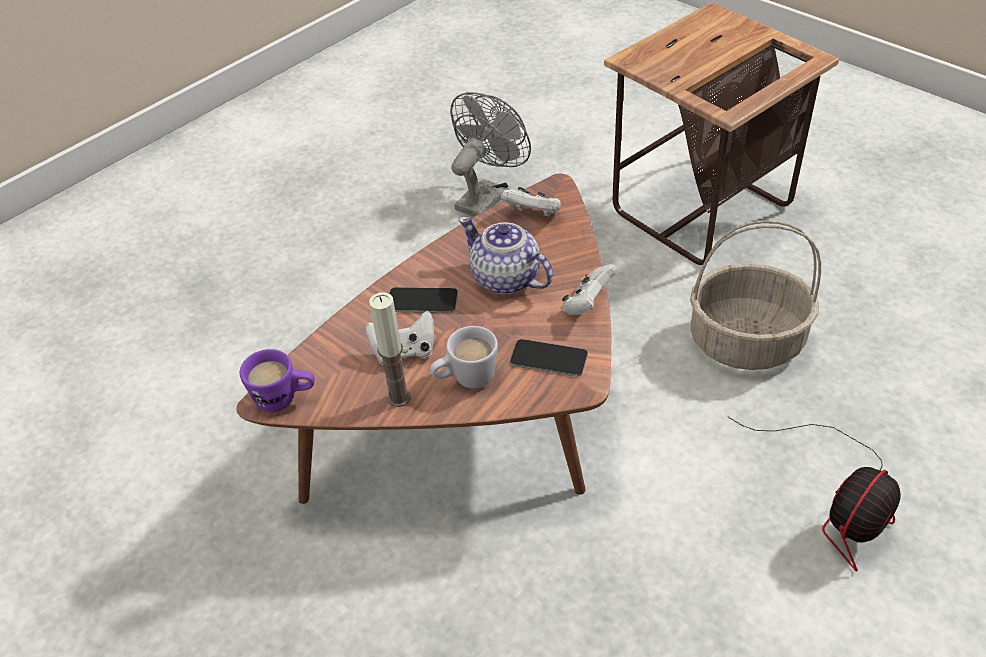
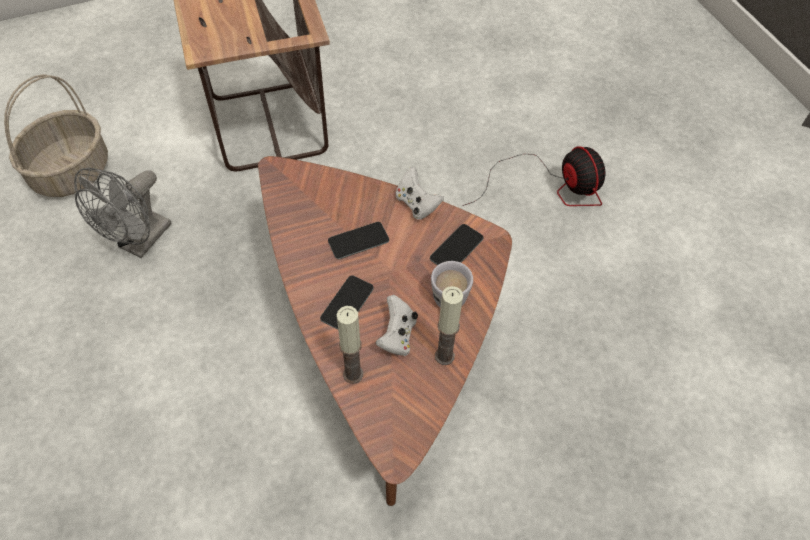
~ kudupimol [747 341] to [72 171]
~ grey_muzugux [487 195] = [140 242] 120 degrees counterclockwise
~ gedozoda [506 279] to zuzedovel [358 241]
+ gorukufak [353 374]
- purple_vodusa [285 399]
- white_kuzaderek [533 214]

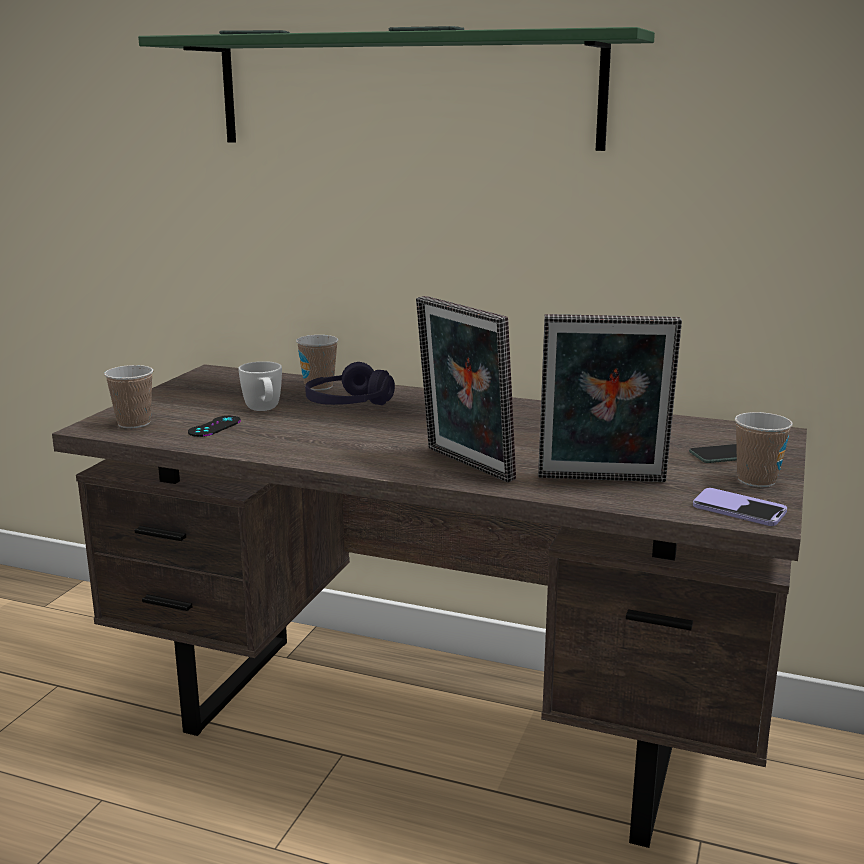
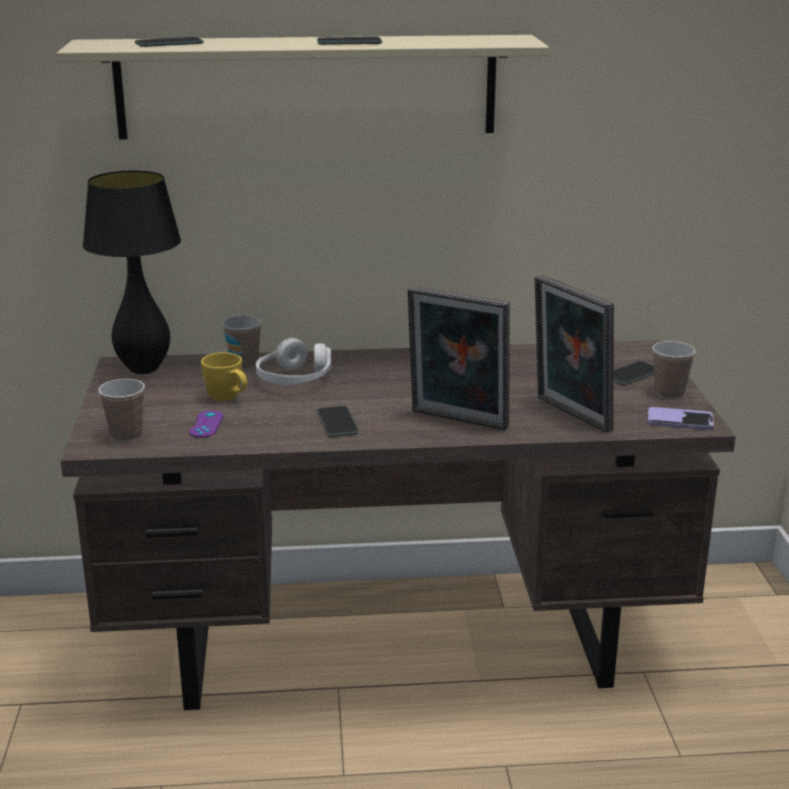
~ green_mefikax [404 91] to beige_mefikax [307 87]
+ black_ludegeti [143 369]
~ black_kuzaderek [214 427] to purple_kuzaderek [206 424]
~ white_vodusa [264 411] to yellow_vodusa [228 399]
~ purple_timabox [348 404] to white_timabox [294 379]
+ zuzedovel [337 422]
~ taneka [601 481] = [569 415] 75 degrees clockwise

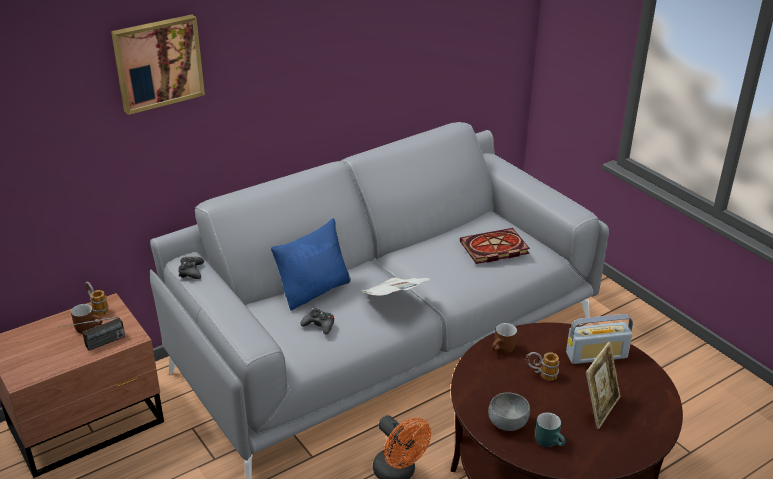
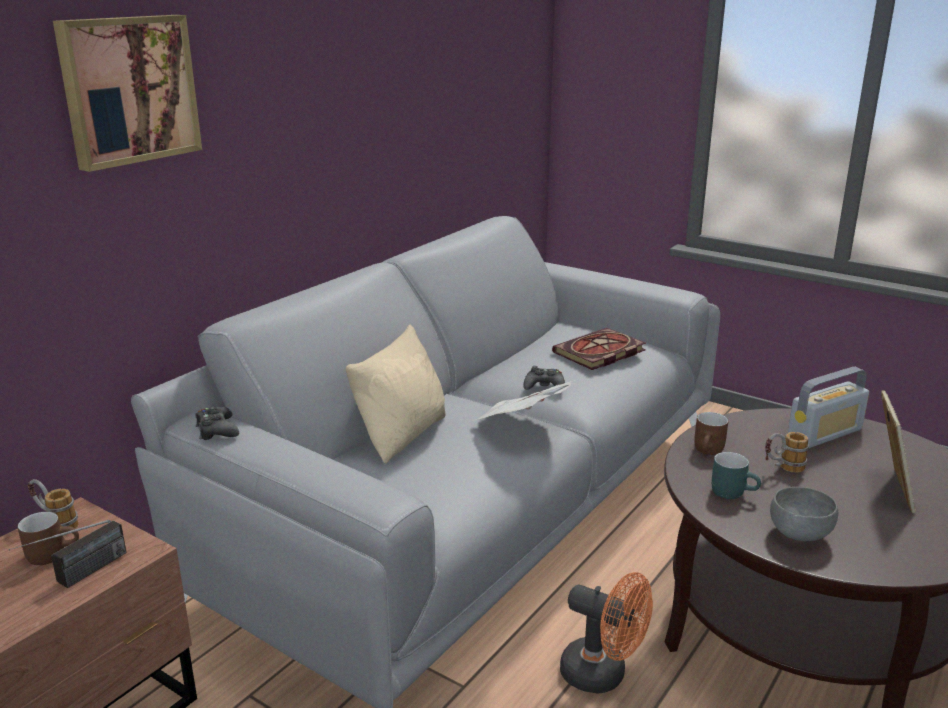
~ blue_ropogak [314 291] to beige_ropogak [402 435]
~ black_kuzaderek [319 325] to [544 386]
~ turquoise_vodusa [550 441] to [733 492]

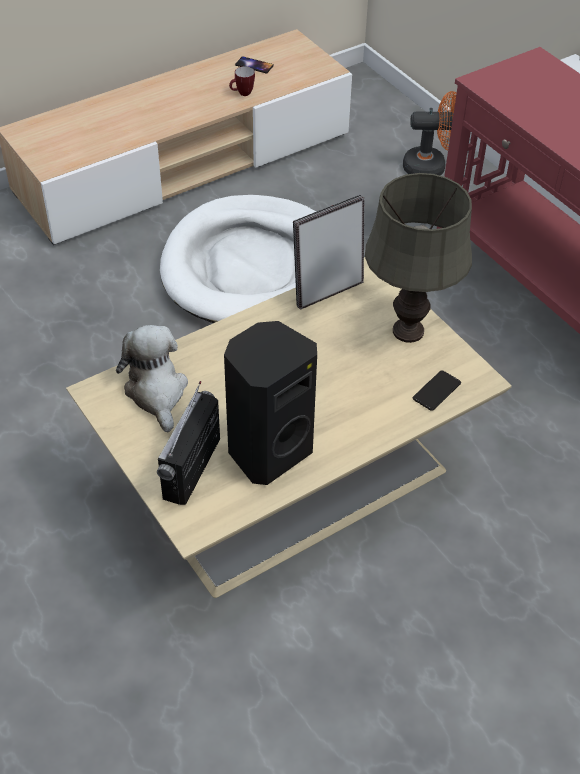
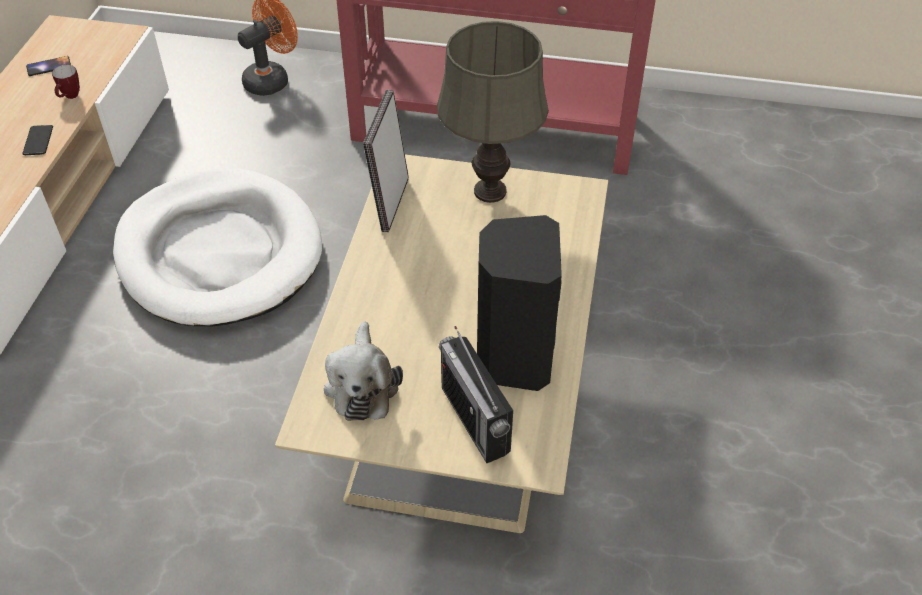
~ zuzedovel [436 391] to [38 141]
~ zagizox [156 392] = [362 384] 120 degrees counterclockwise

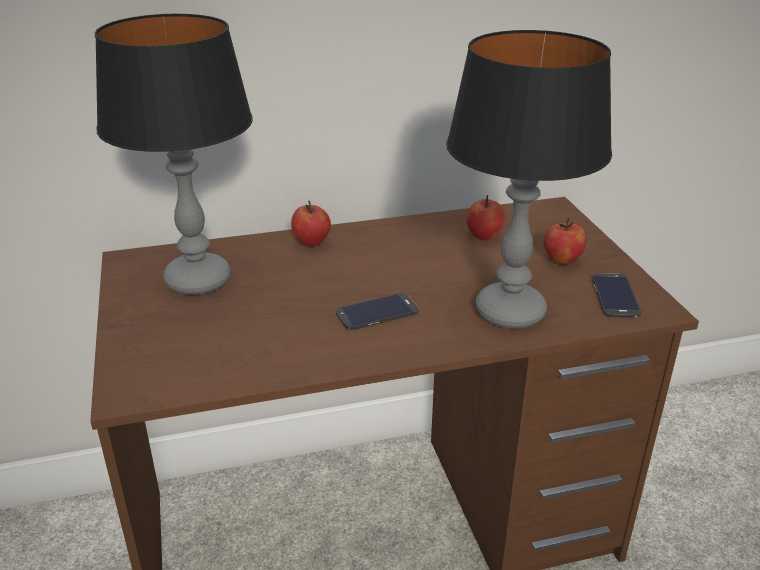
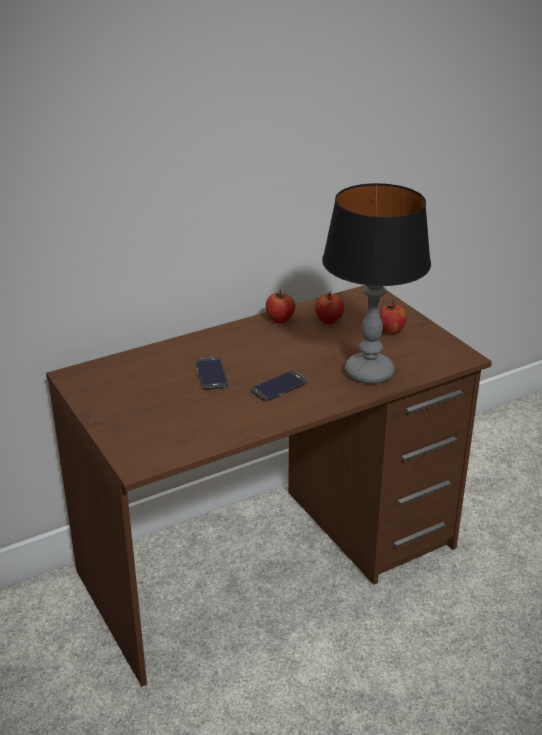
~ zuzedovel [615 296] to [211 374]
~ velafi [311 242] to [280 320]
- ludegeti [198 280]

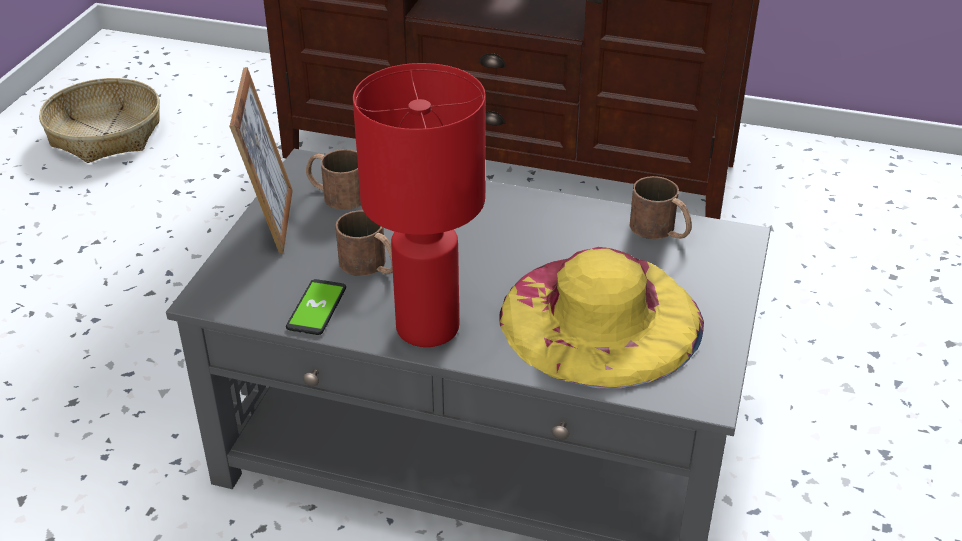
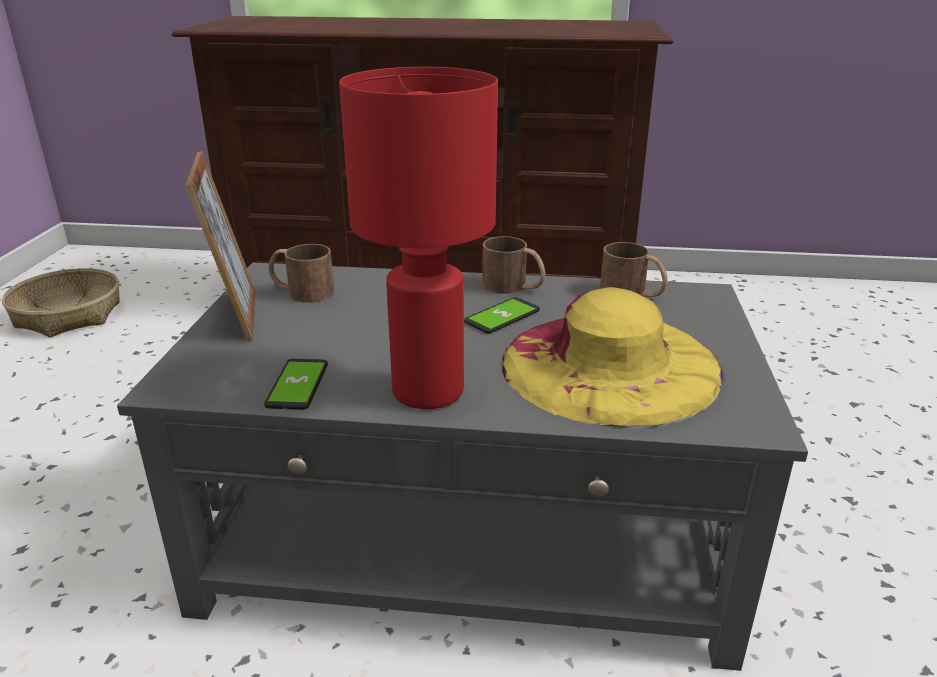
+ zuzedovel [502 316]
~ brown_vodusa [371 266] to [514 286]

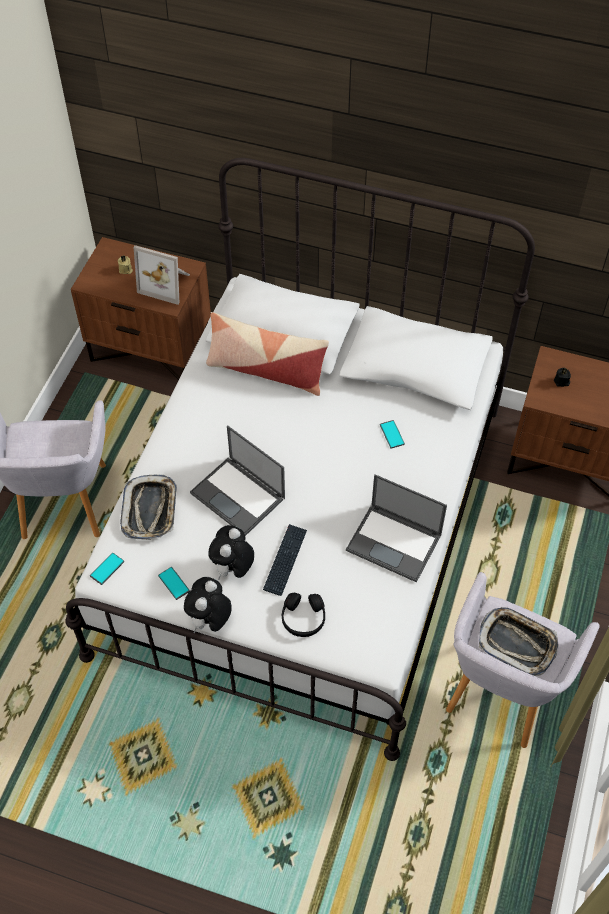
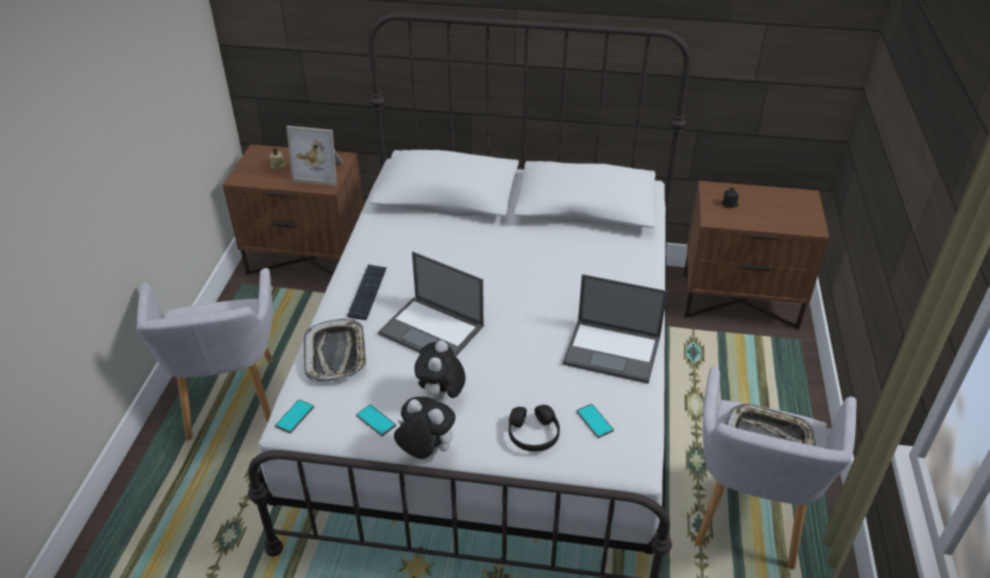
~ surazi [285 560] to [367 292]
~ zagizox [209 620] = [425 452] 105 degrees clockwise
~ zuzedovel [392 434] to [594 421]
- ropogak [266 370]

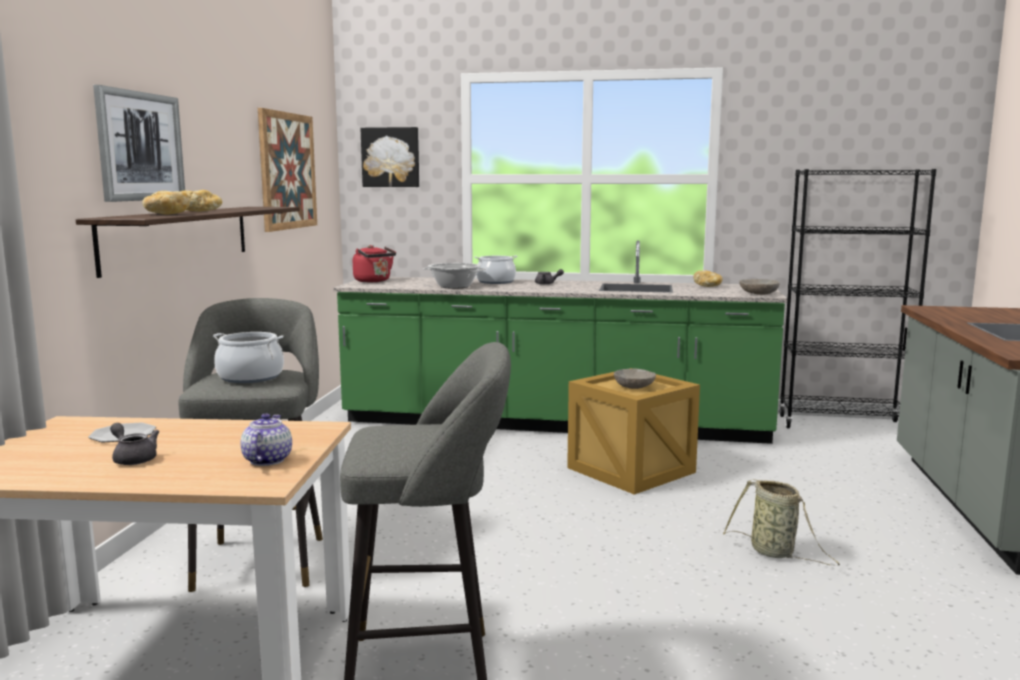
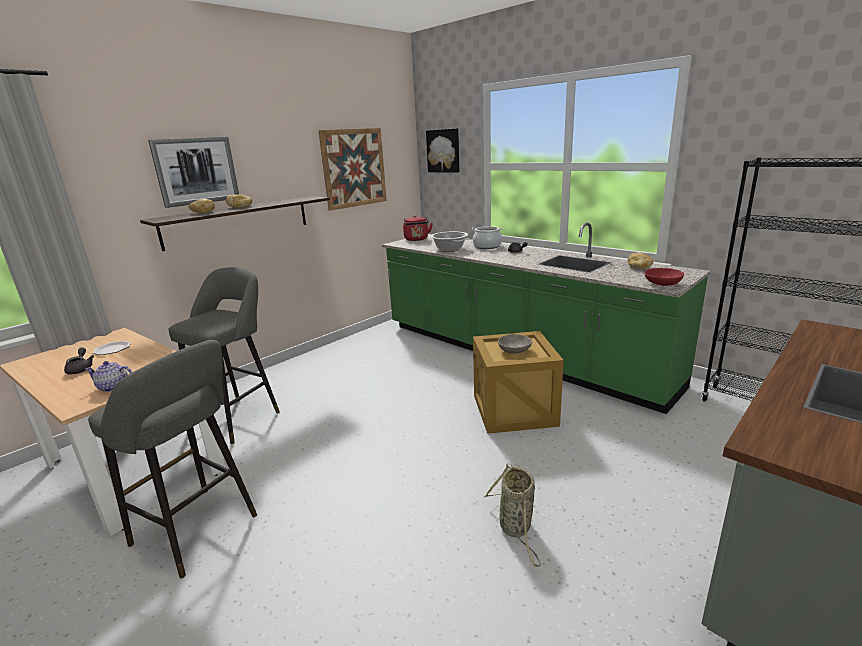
~ gedozoda [267 460] = [113 387] 120 degrees counterclockwise
~ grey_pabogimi [758 294] to red_pabogimi [662 284]
- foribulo [250 377]

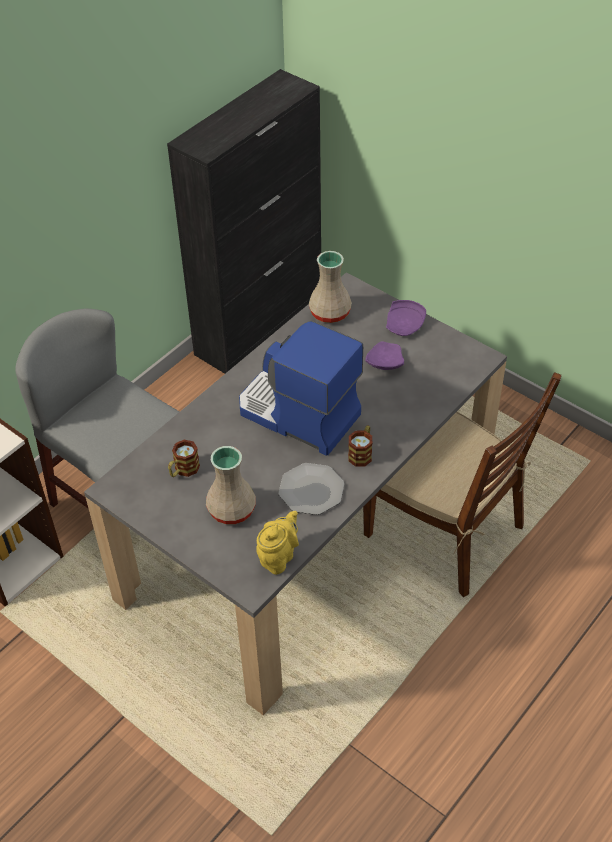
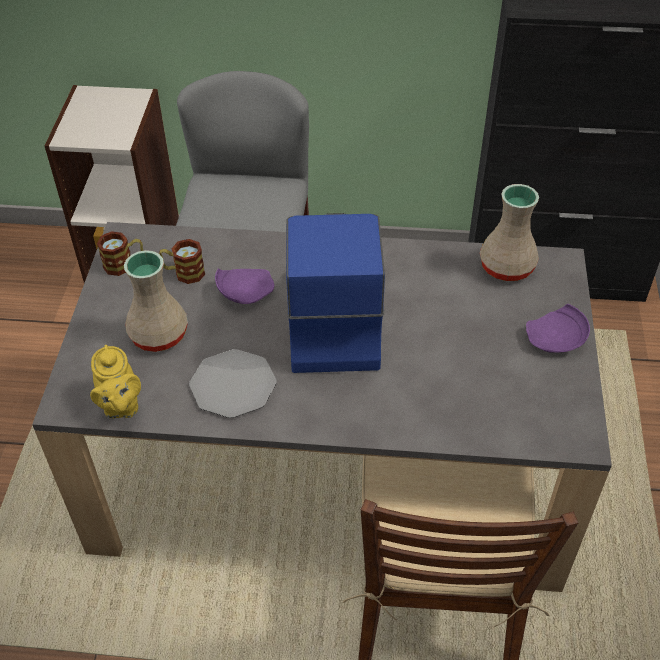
~ yellow_gedozoda [278 557] = [120 406] 75 degrees clockwise
~ vodusa [362 453] to [124 264]
~ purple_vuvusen [384 364] to [244 292]

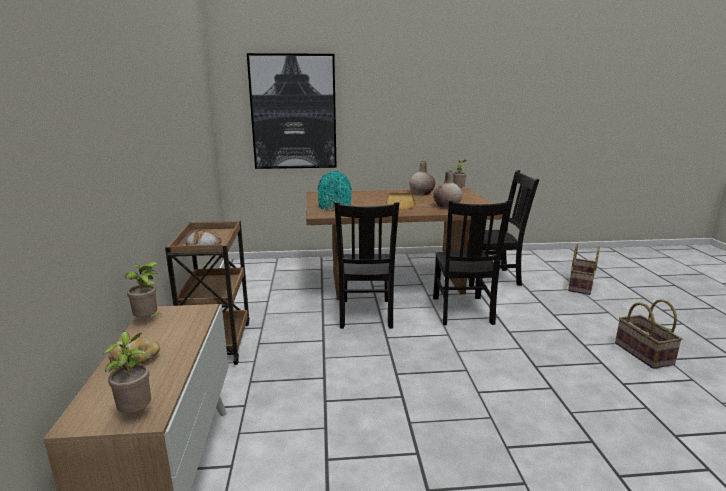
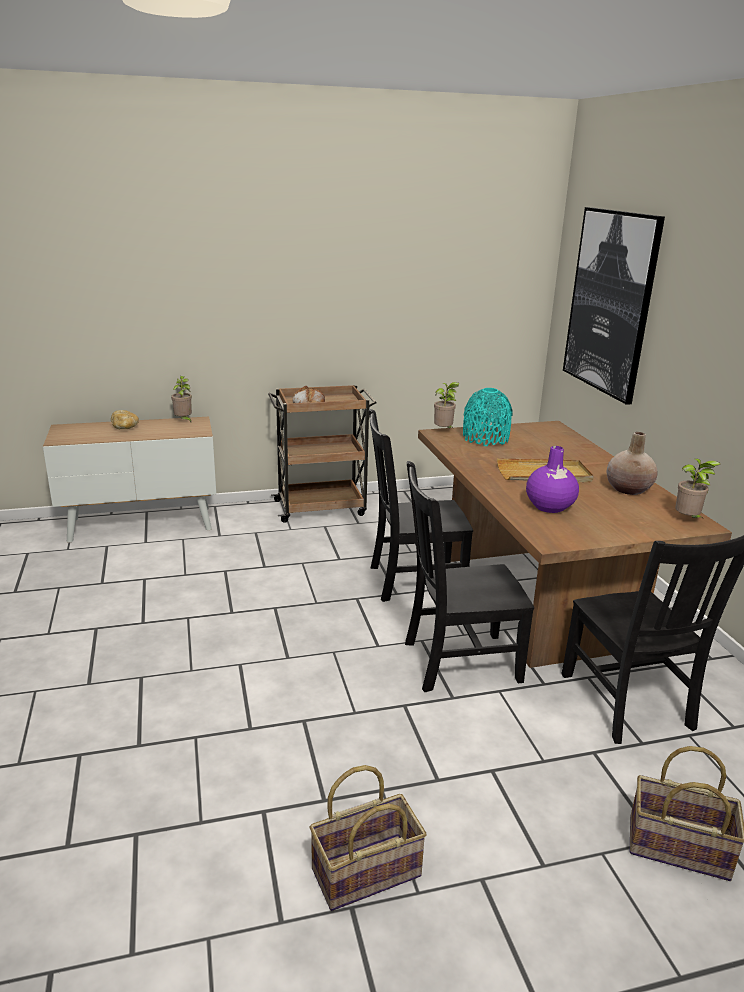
~ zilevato [136 413] to [444 431]
~ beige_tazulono [447 206] to purple_tazulono [549 506]

